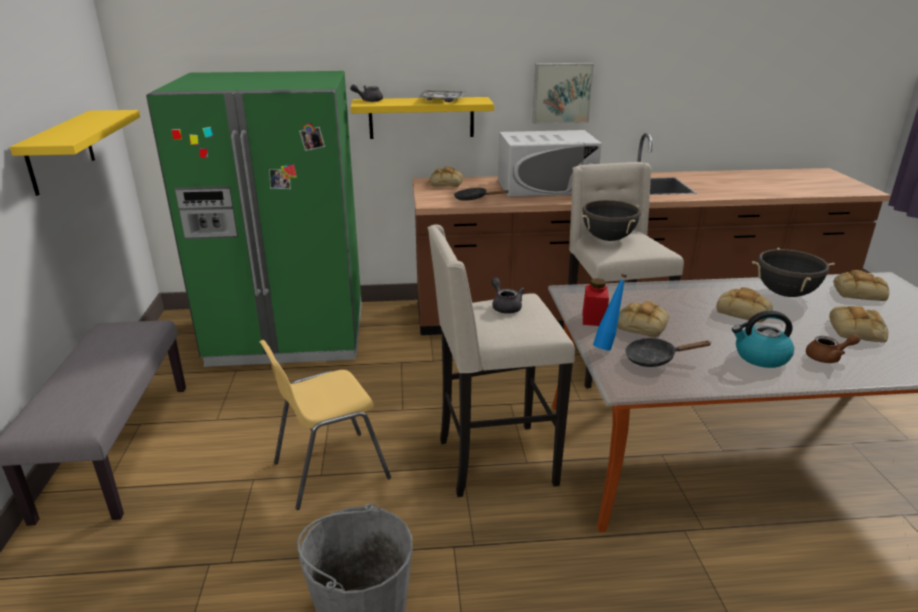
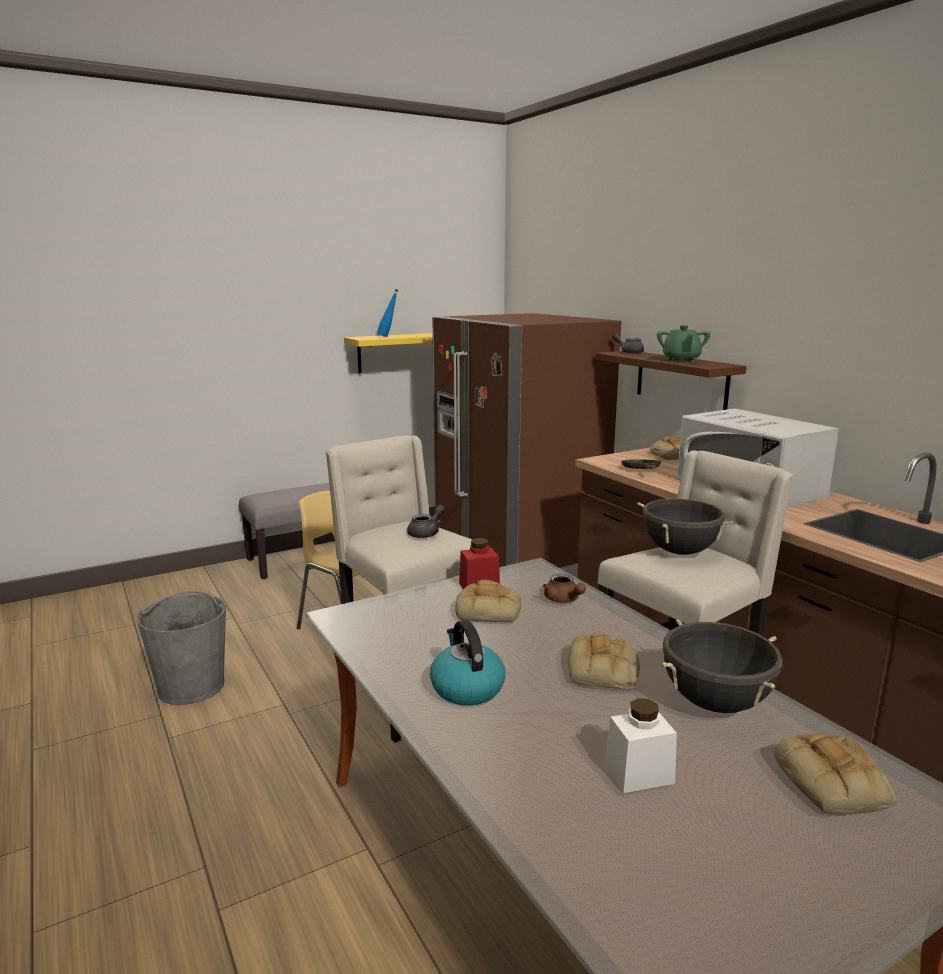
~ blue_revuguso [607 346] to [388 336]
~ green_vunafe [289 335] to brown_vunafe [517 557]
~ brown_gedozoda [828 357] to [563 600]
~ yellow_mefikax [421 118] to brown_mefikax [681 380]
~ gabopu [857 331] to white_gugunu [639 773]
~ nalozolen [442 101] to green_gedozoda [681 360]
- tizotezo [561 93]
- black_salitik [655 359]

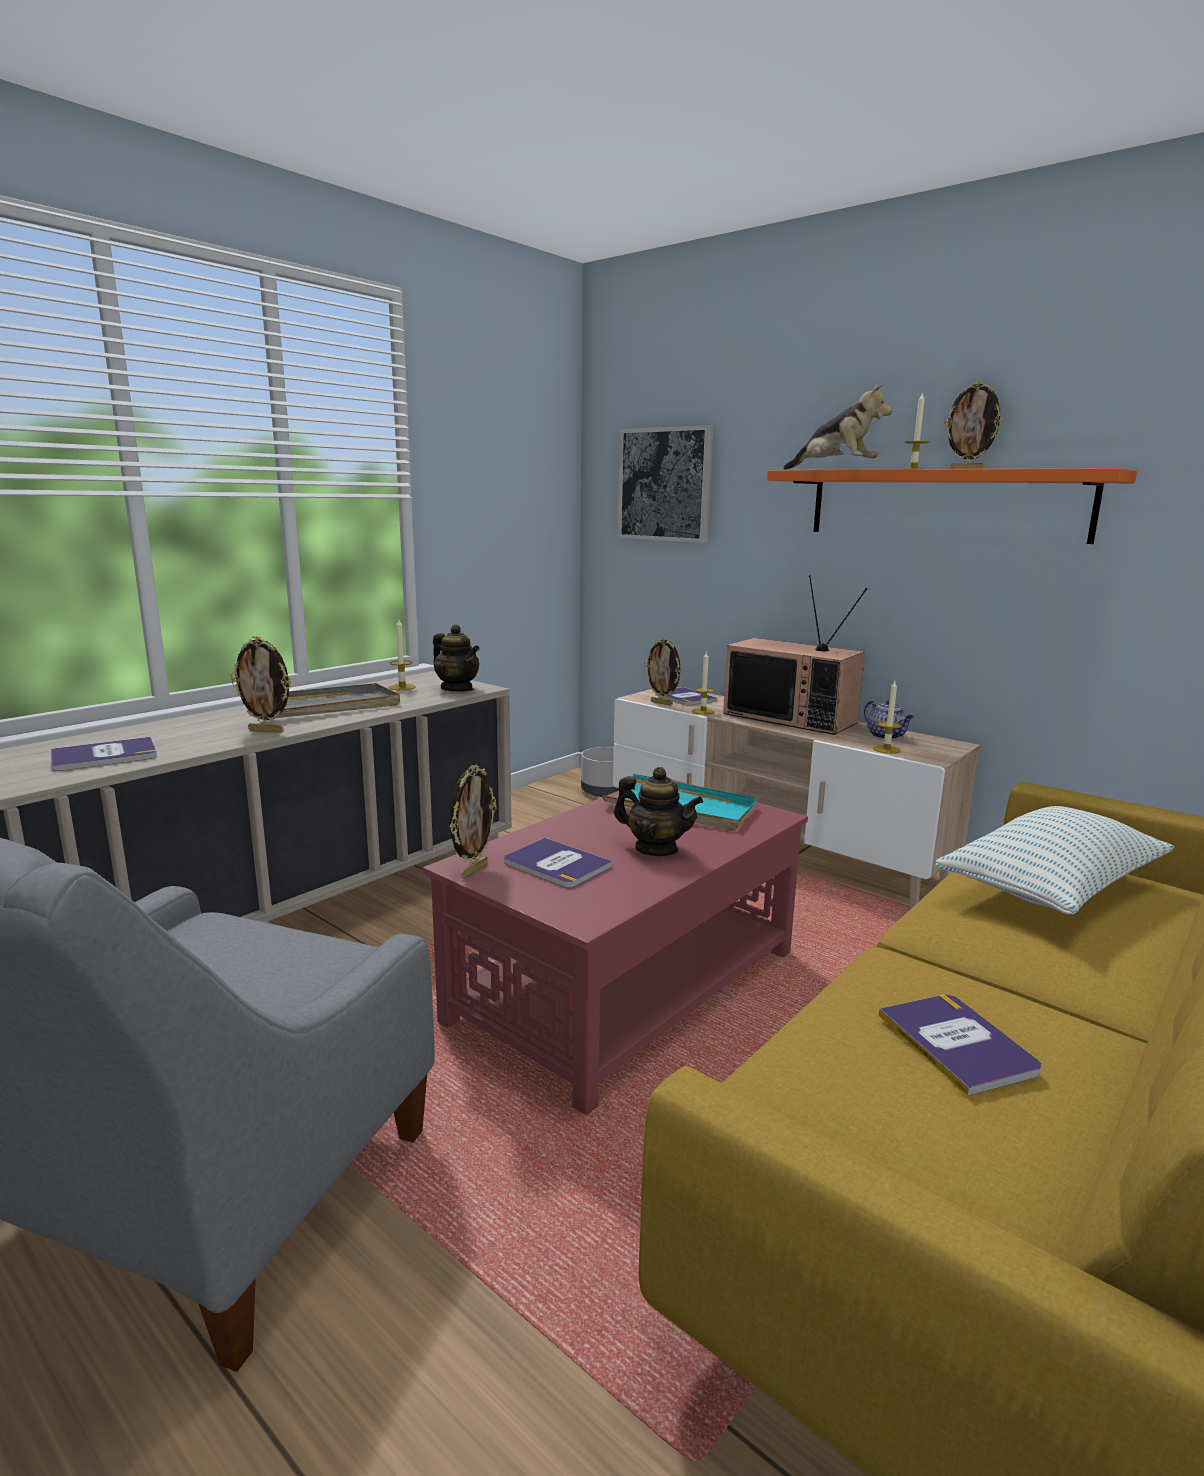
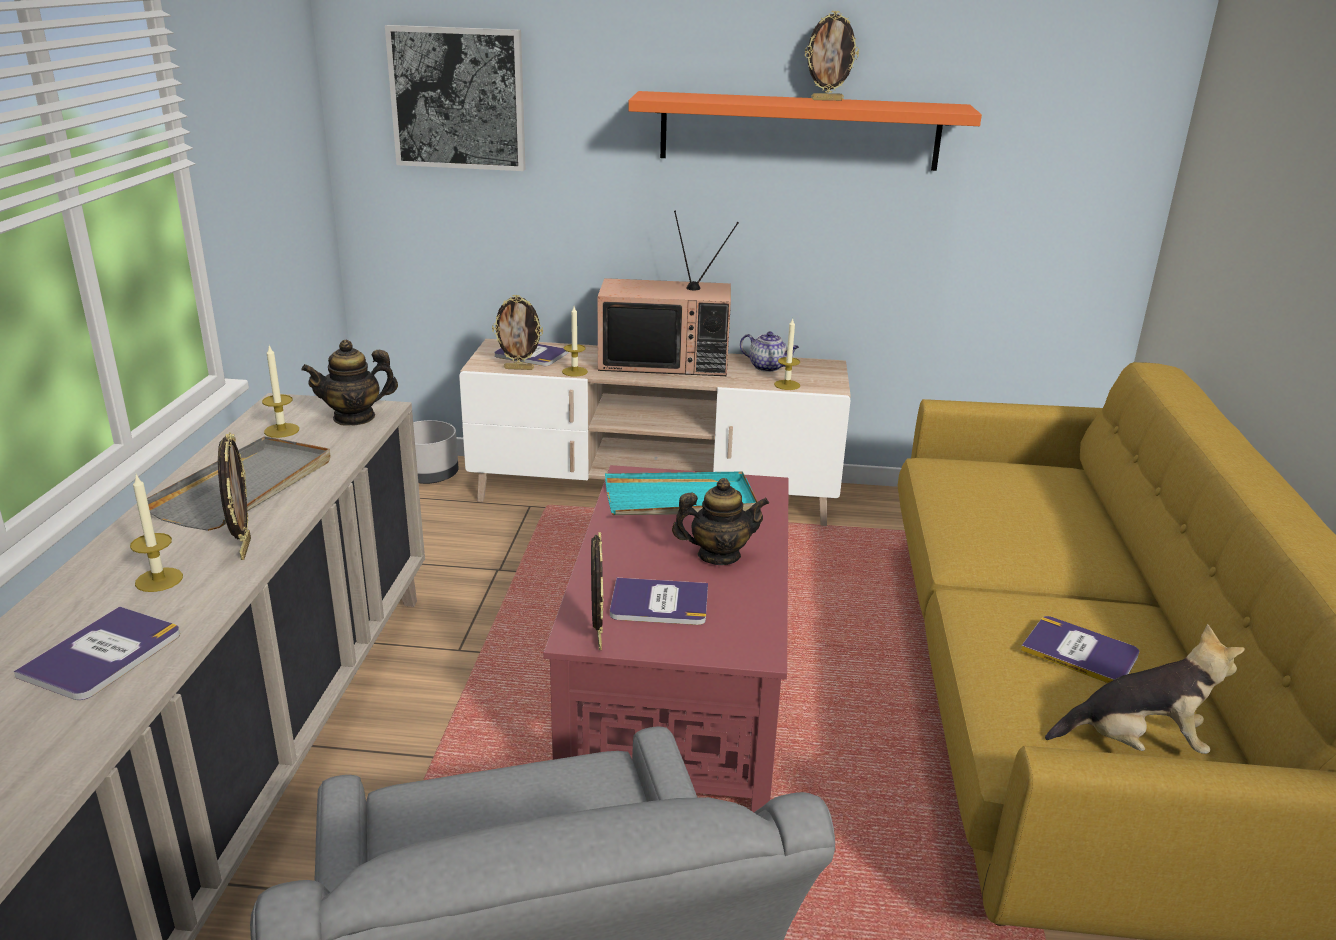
~ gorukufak [913 469] to [159 580]
~ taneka [267 731] = [244 548] 75 degrees counterclockwise
~ gedozoda [457 689] = [354 417] 150 degrees clockwise
~ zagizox [834 469] to [1136 743]
- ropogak [1051 887]

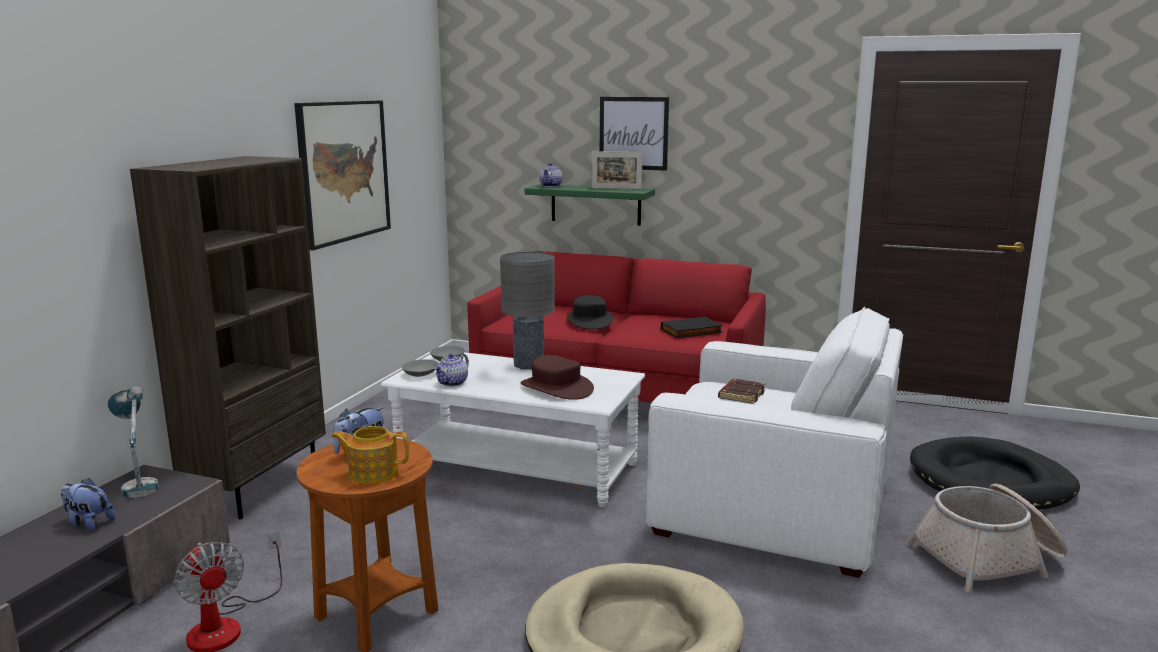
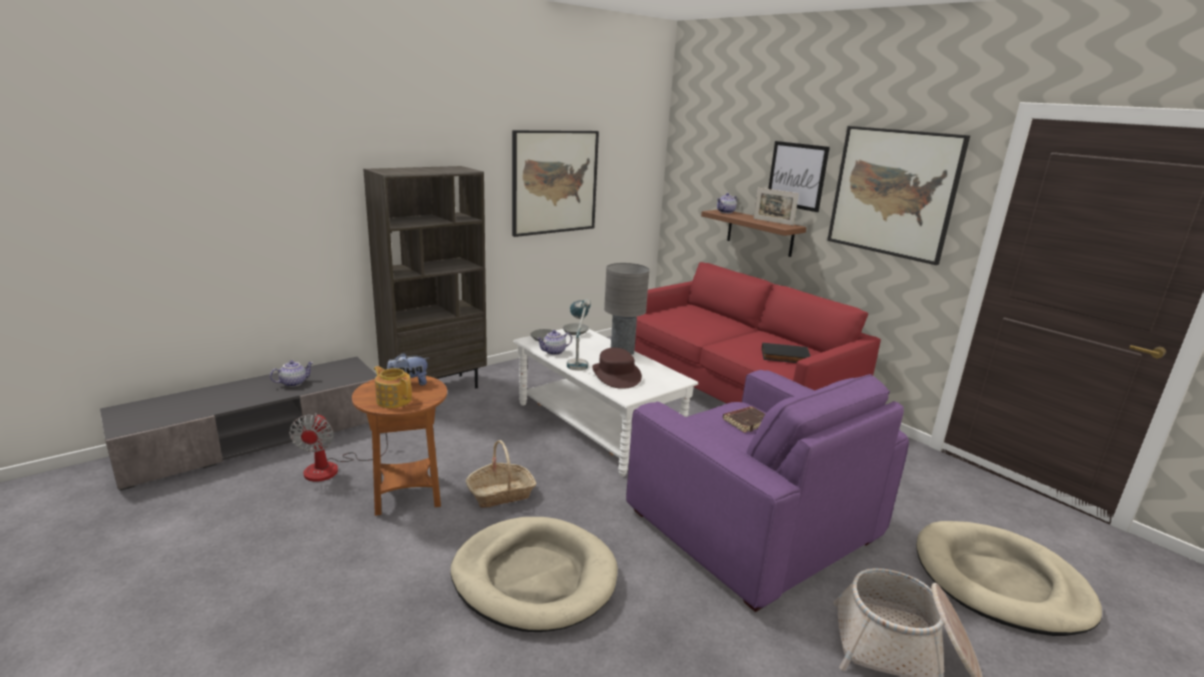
~ zagizox [88 523] to gedozoda [293 383]
+ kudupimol [501 493]
~ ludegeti [138 484] to [577 362]
~ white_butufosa [772 507] to purple_butufosa [751 525]
~ green_mefikax [595 204] to brown_mefikax [760 233]
+ tizotezo [893 193]
~ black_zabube [990 481] to beige_zabube [1000 582]
- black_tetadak [589 321]

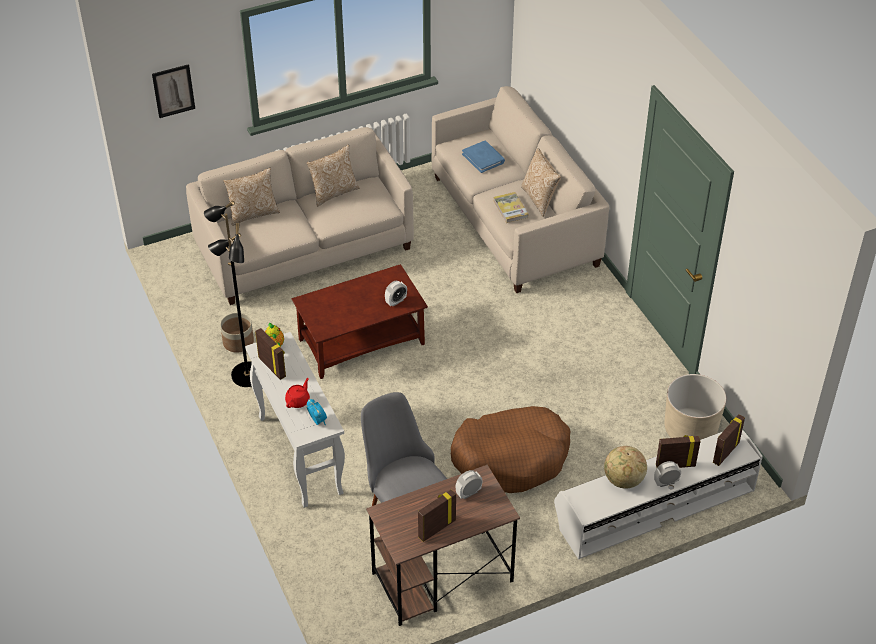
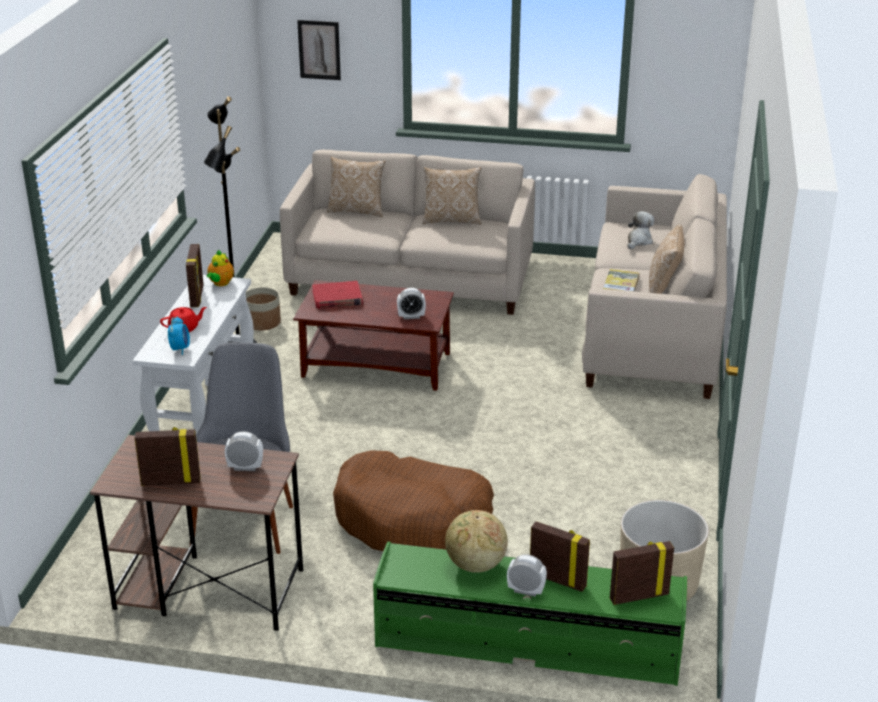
+ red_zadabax [337 298]
~ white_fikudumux [653 505] to green_fikudumux [528 638]
~ blue_zadabax [483 158] to zagizox [638 241]

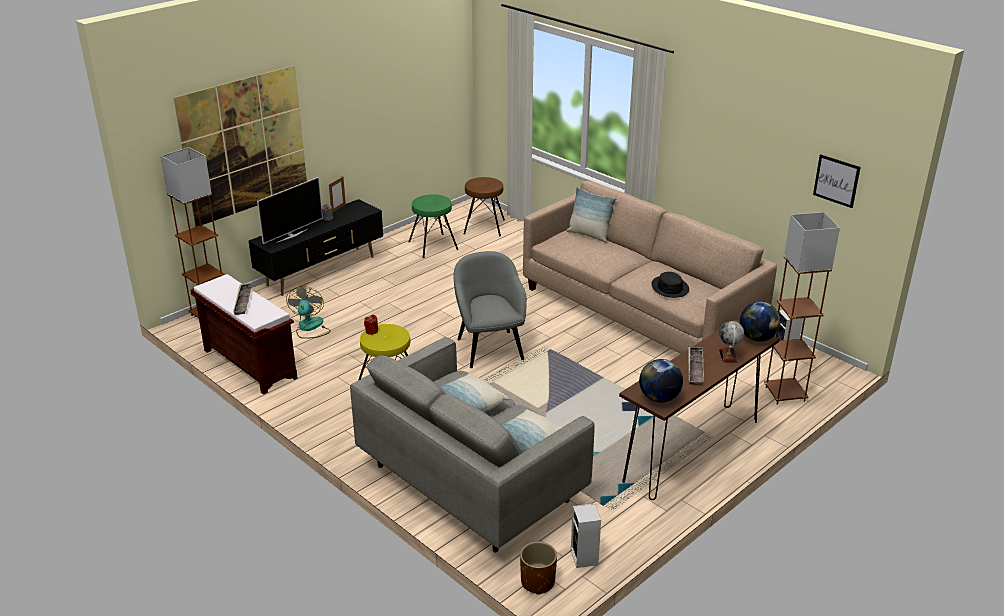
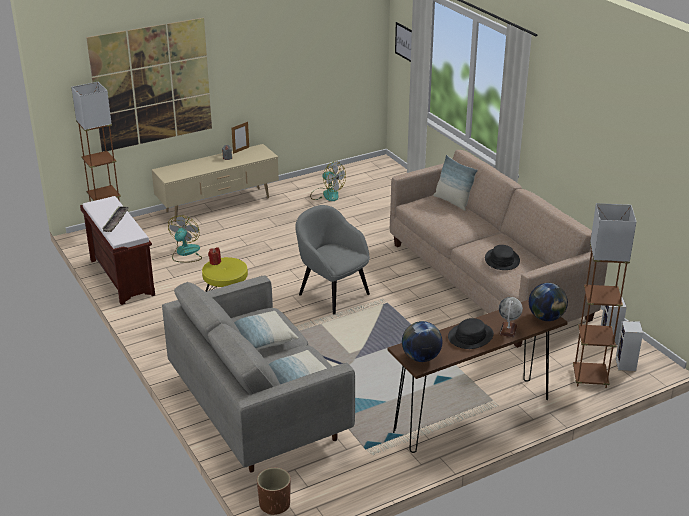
~ black_fikudumux [322 271] to beige_fikudumux [219 205]
~ grey_butufosa [489 348] = [332 293] 45 degrees counterclockwise
~ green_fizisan [433 245] to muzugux [327 194]
~ tizotezo [836 181] to [404 42]
~ nalozolen [695 368] to black_tetadak [470 336]
~ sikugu [585 558] to [626 365]
- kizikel [292 235]
- brown_fizisan [484 226]

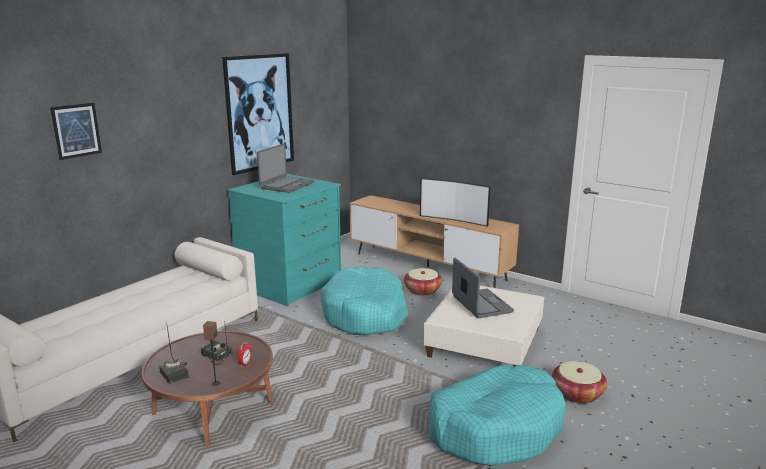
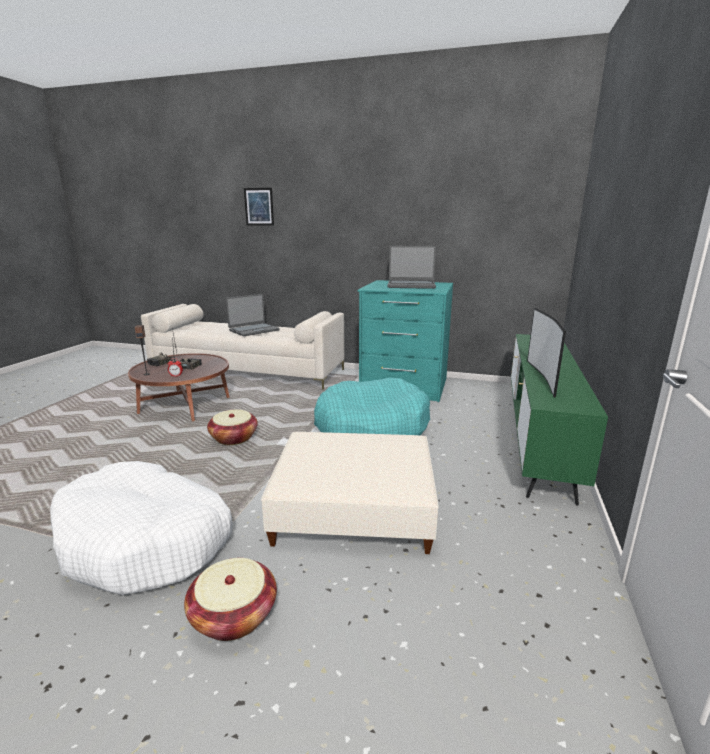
~ turquoise_zabube [495 428] to white_zabube [146 541]
~ kudupimol [422 290] to [234 438]
~ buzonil [481 304] to [254 330]
~ brown_fikudumux [427 266] to green_fikudumux [537 438]
- tizotezo [259 112]

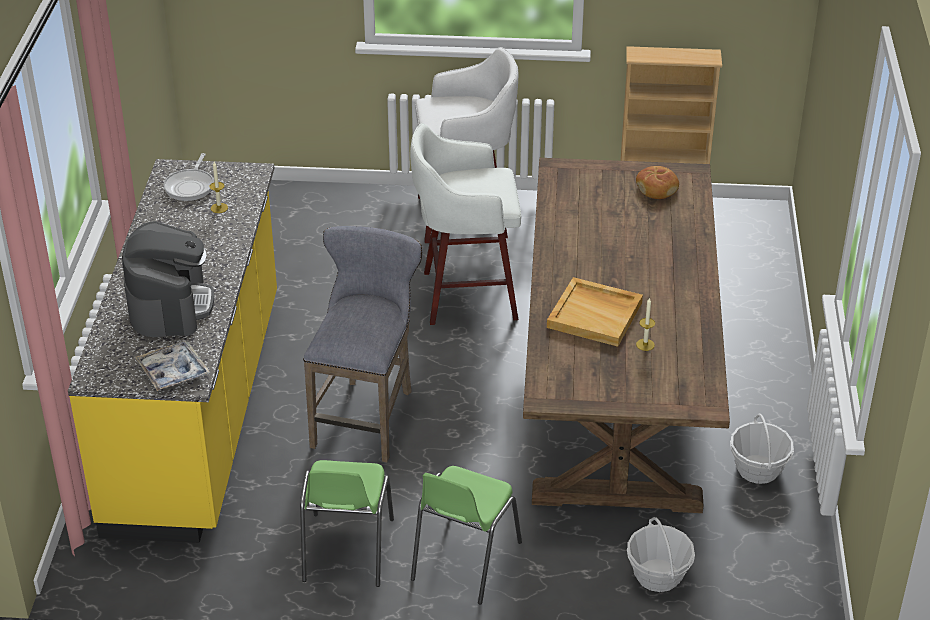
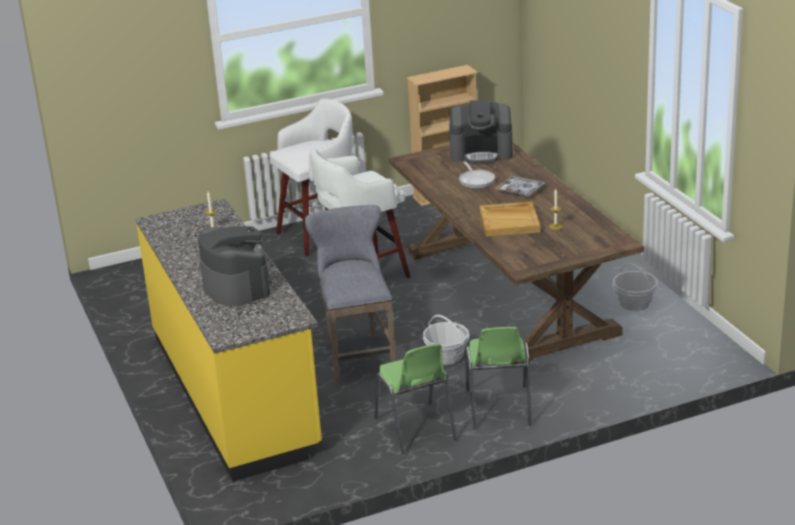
~ kudupimol [658 575] to [446 356]
~ gabopu [657 188] to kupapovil [481 152]
~ salitik [190 186] to [476 180]
~ nalozolen [173 371] to [520 190]

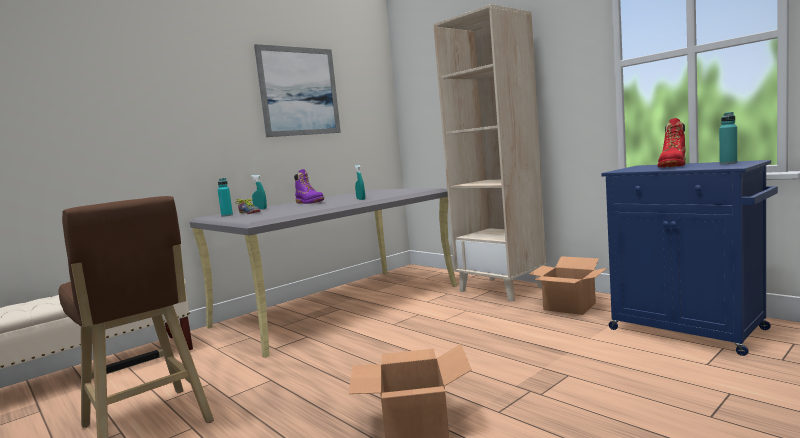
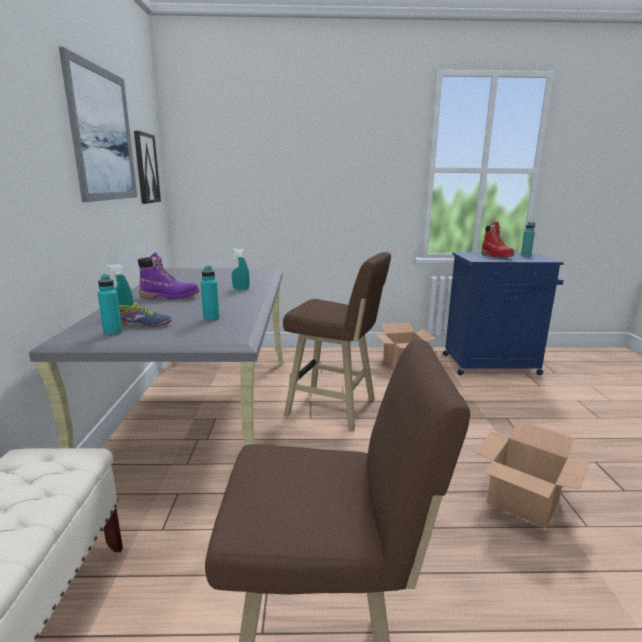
+ tizotezo [146 168]
+ turquoise_revuguso [211 318]
+ brown_fizisan [335 409]
- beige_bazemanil [502 289]

